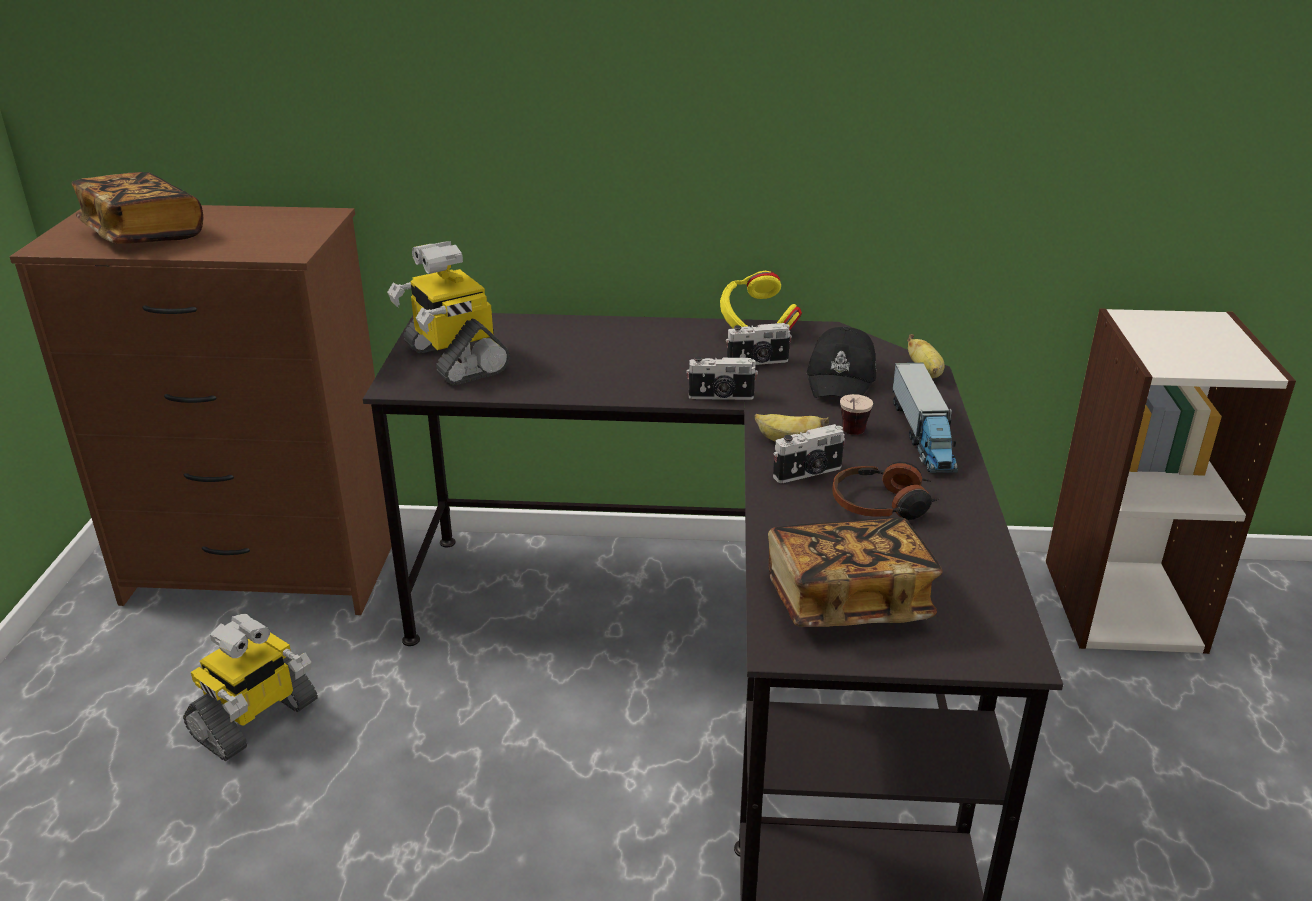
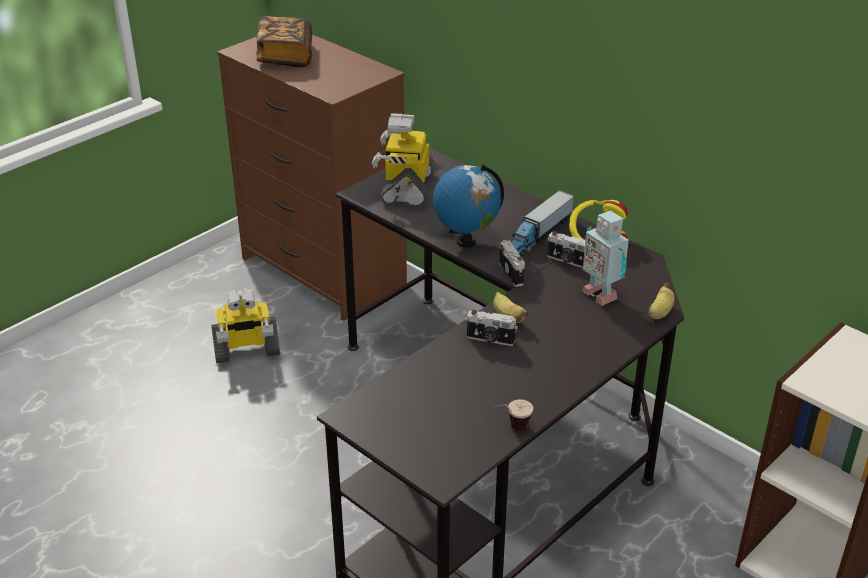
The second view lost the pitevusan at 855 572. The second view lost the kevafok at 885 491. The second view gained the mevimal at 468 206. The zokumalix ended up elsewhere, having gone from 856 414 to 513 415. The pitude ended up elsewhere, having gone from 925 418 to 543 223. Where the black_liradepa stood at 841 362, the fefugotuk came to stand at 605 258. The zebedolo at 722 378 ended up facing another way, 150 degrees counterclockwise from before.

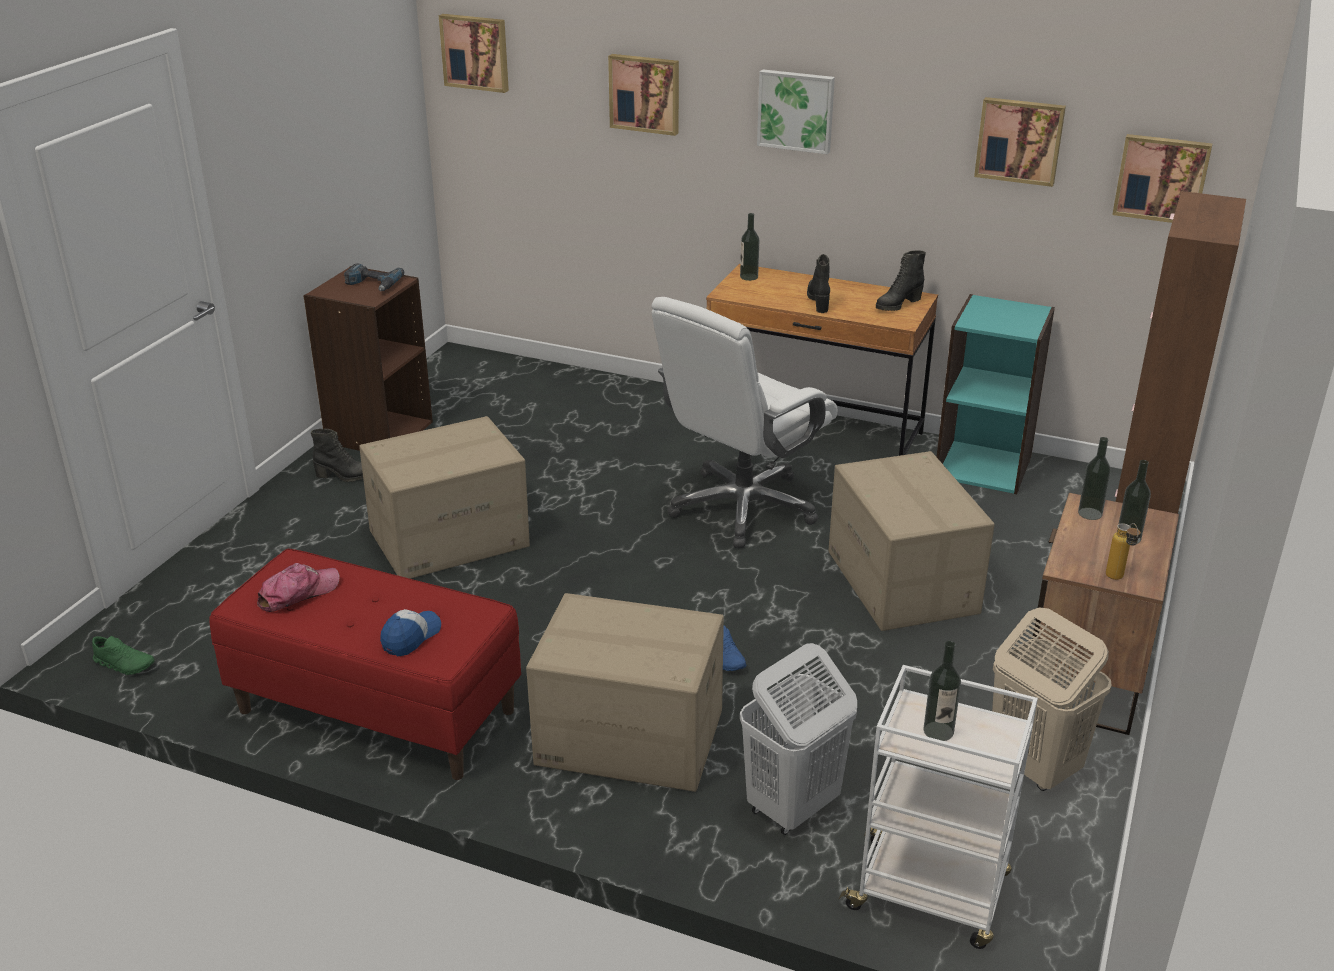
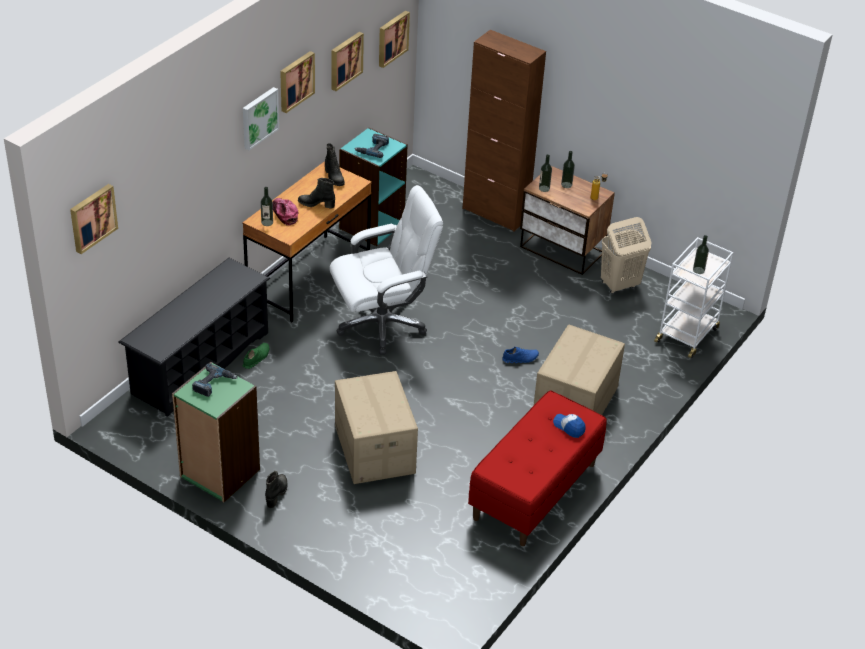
The second view lost the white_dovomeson at 798 739. The second view lost the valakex at 911 541. The second view gained the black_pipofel at 194 337. The second view gained the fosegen at 371 146. The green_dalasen ended up elsewhere, having gone from 123 655 to 255 356. The liradepa ended up elsewhere, having gone from 298 587 to 285 211. The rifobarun ended up elsewhere, having gone from 643 95 to 297 82. What was the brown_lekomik at 368 358 turned into the green_lekomik at 216 432. The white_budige at 744 422 ended up facing another way, 75 degrees counterclockwise from before.

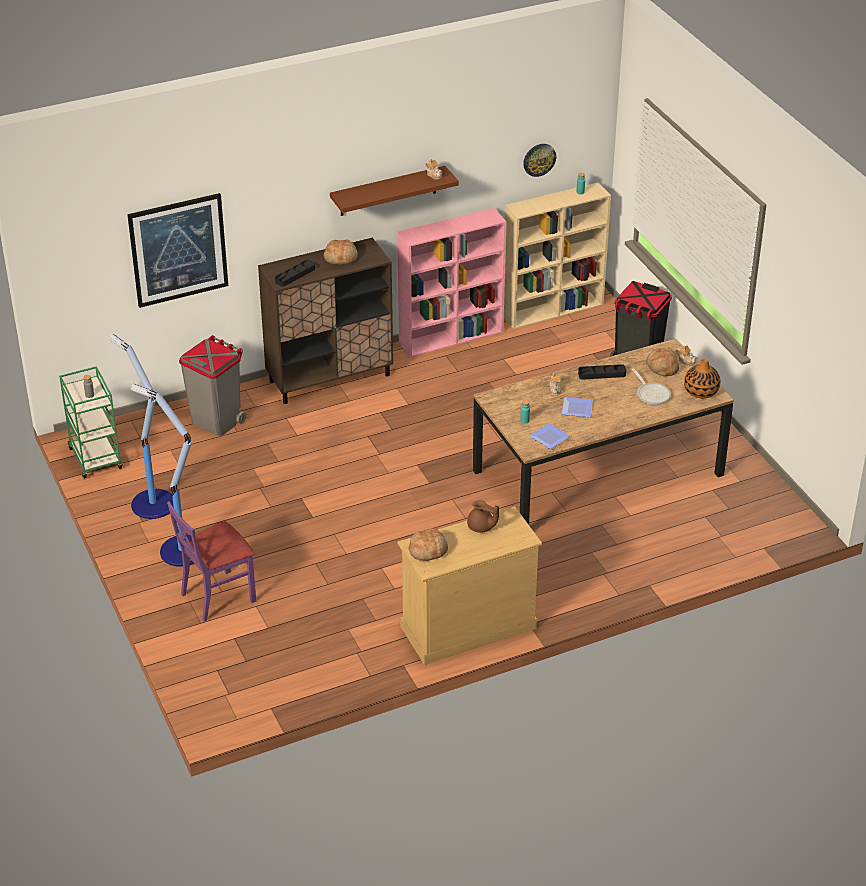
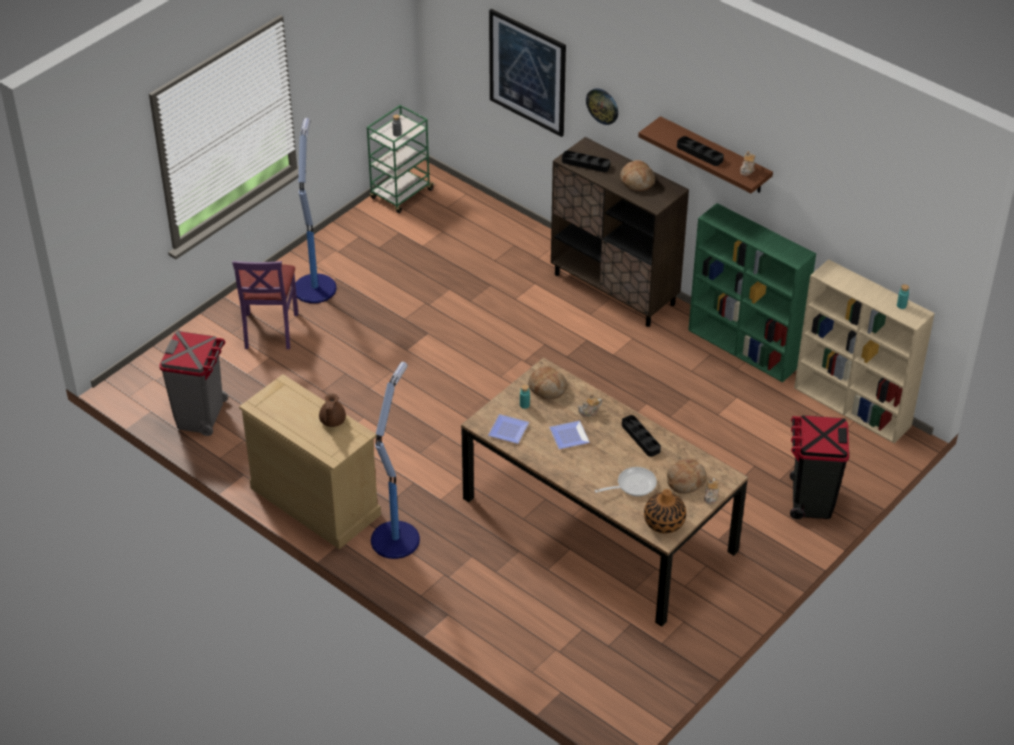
The second view gained the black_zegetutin at 700 151. The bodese ended up elsewhere, having gone from 141 426 to 395 460. The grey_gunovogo ended up elsewhere, having gone from 213 385 to 193 383. The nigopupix ended up elsewhere, having gone from 428 544 to 548 383. The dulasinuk ended up elsewhere, having gone from 539 160 to 602 106. What was the pink_lekomik at 452 282 turned into the green_lekomik at 752 293. The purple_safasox at 211 561 ended up facing another way, 120 degrees counterclockwise from before. The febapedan at 651 386 ended up facing another way, 150 degrees counterclockwise from before.

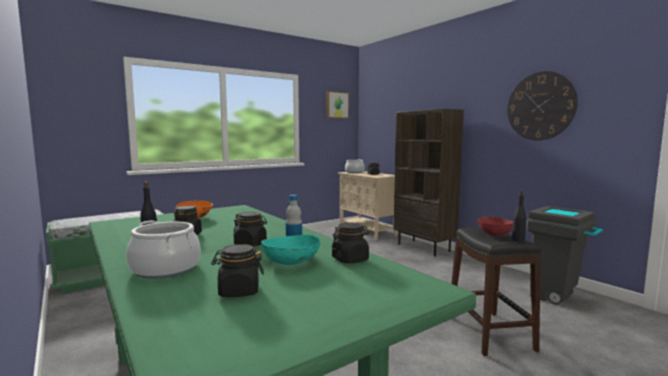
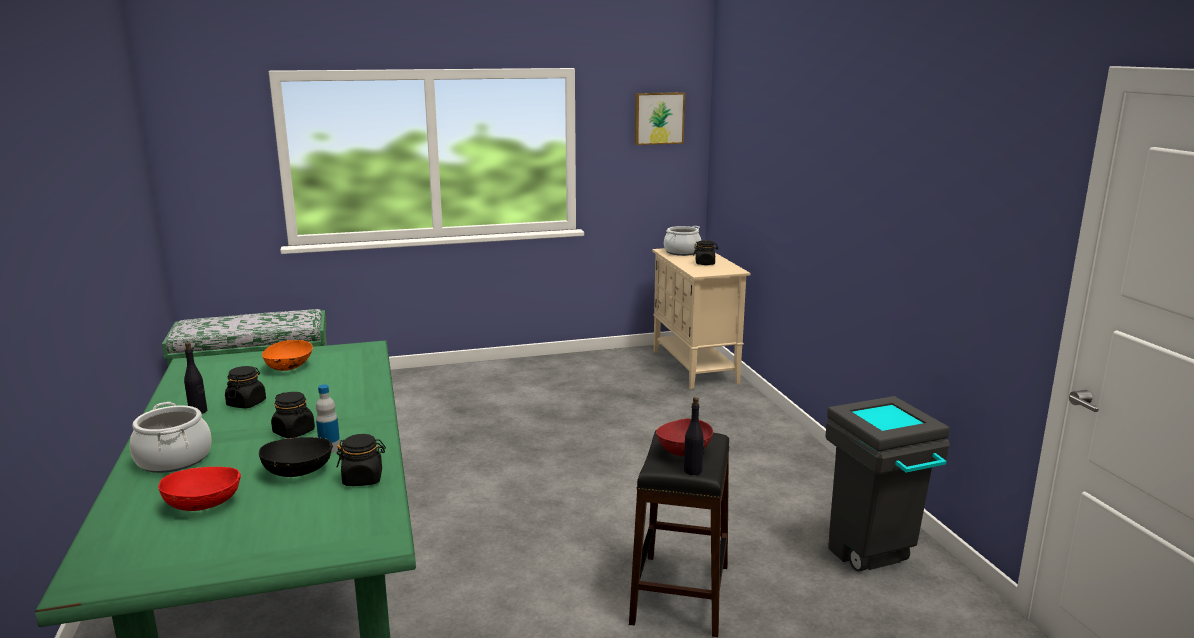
The second view lost the brown_lekomik at 429 182. The second view lost the dulasinuk at 542 105. Where the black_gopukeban stood at 237 270, the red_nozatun came to stand at 199 488. What was the turquoise_nozatun at 291 250 turned into the black_nozatun at 296 457.

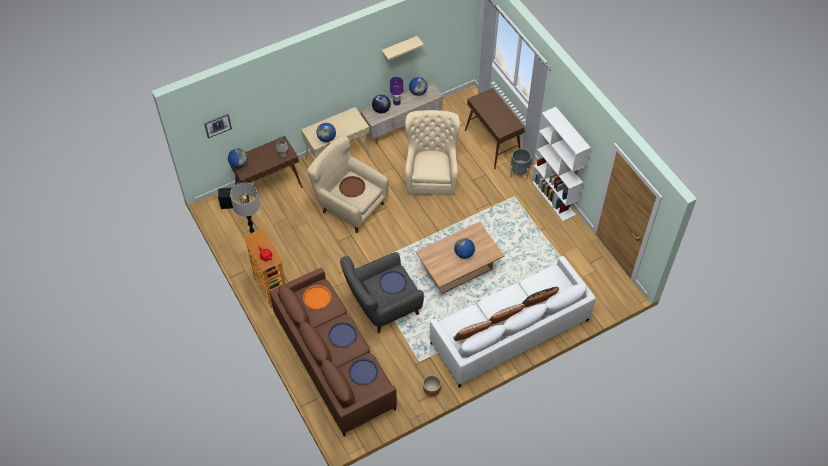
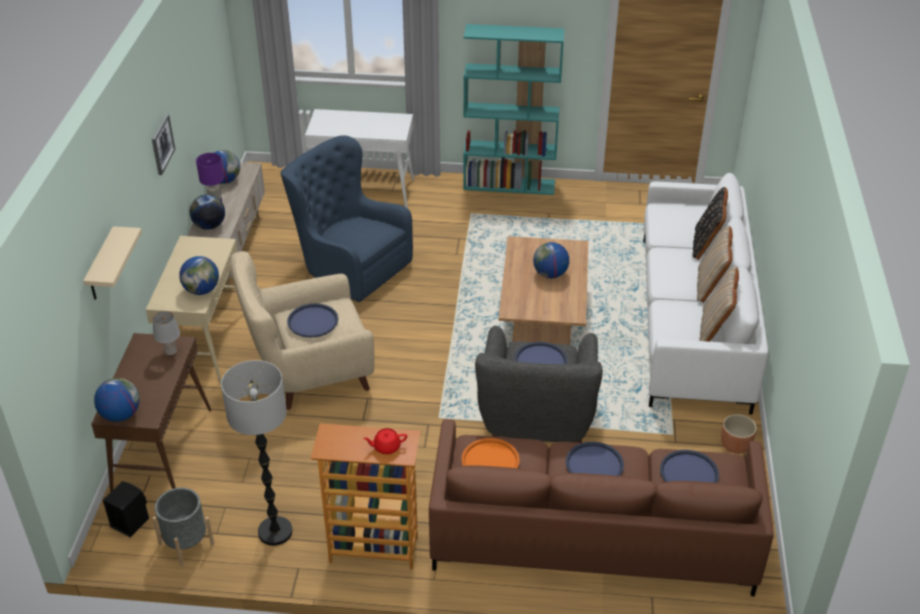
The rifobarun ended up elsewhere, having gone from 218 125 to 163 144. The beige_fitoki ended up elsewhere, having gone from 403 48 to 112 263. The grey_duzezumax ended up elsewhere, having gone from 520 164 to 183 527. What was the brown_zegetutin at 352 186 turned into the blue_zegetutin at 312 320. What was the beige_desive at 432 152 turned into the blue_desive at 346 218. What was the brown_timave at 495 128 turned into the white_timave at 359 158. What was the white_lekomik at 561 164 turned into the turquoise_lekomik at 513 109.

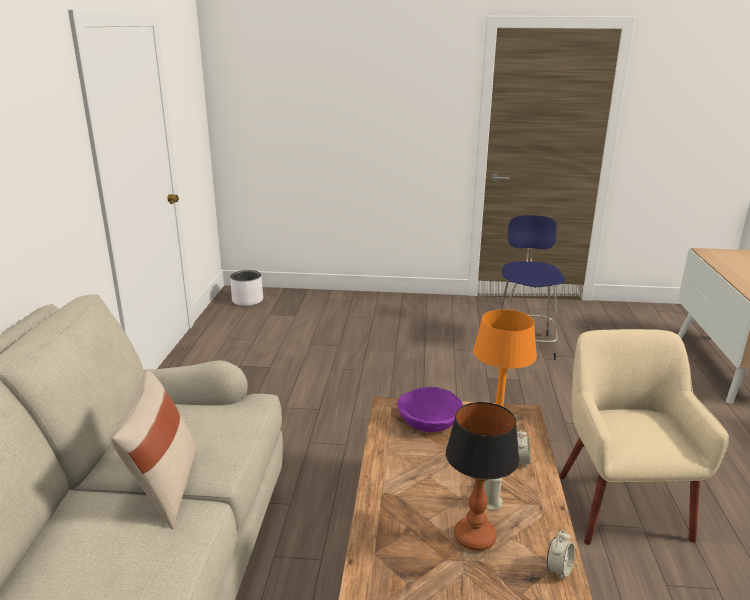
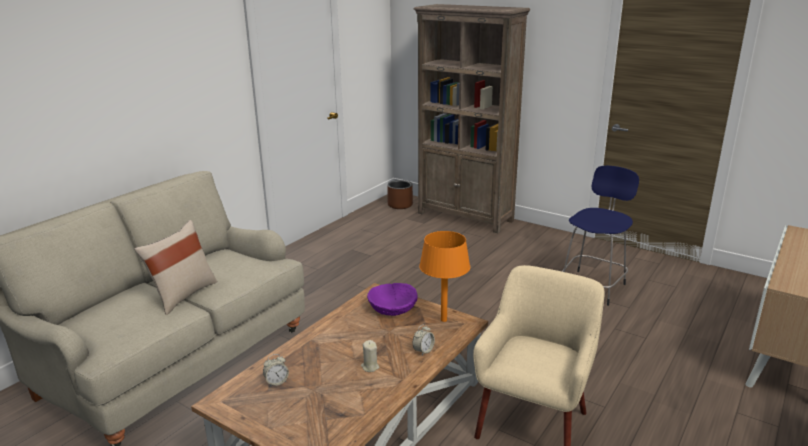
The second view lost the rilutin at 482 476. The second view gained the brown_lekomik at 472 118. The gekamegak ended up elsewhere, having gone from 561 555 to 276 370. What was the white_duzezumax at 246 288 turned into the brown_duzezumax at 400 194.

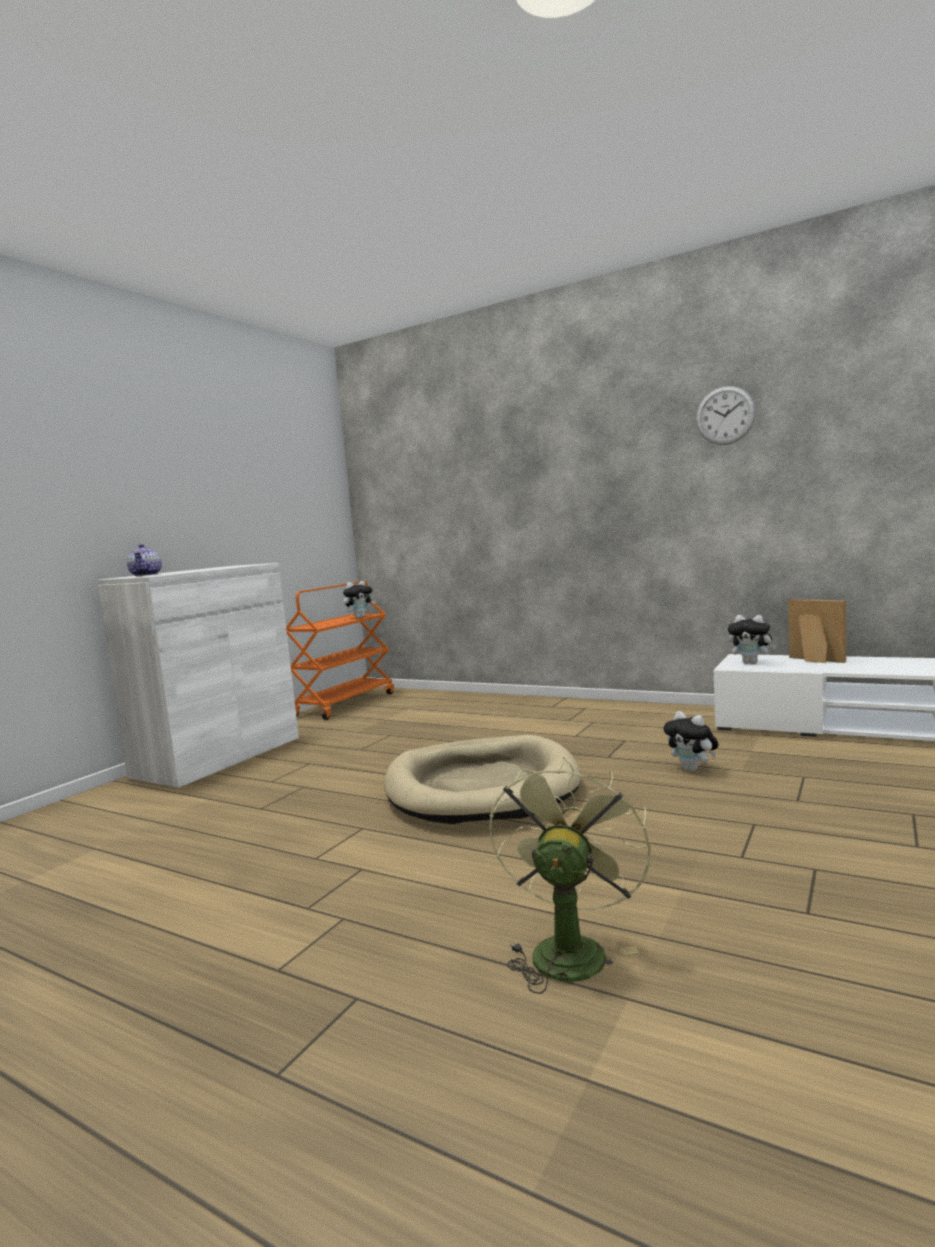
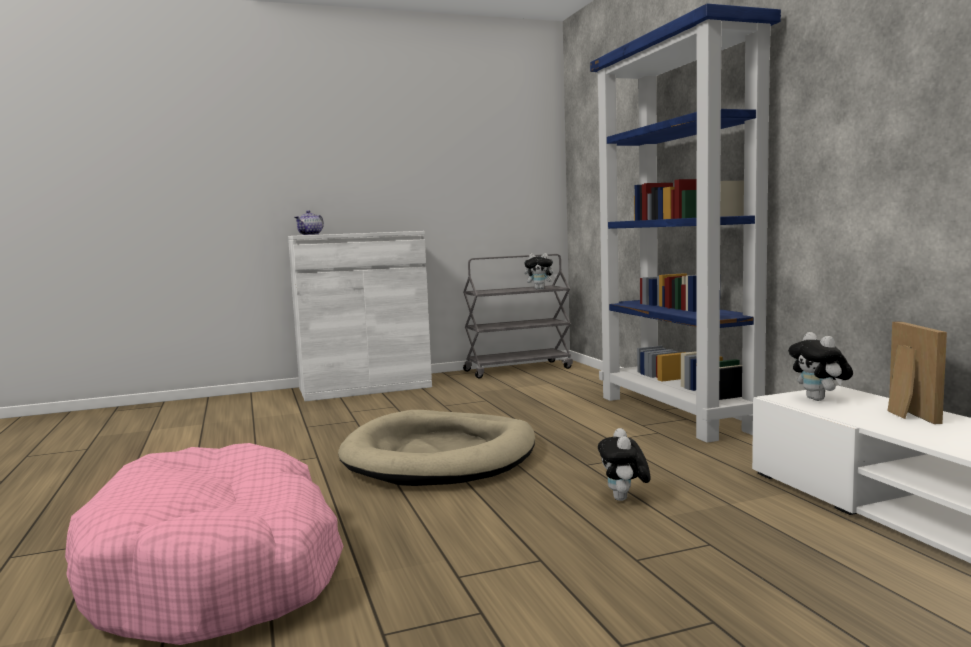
The second view lost the dulasinuk at 726 415. The second view gained the blue_lekomik at 685 223. Where the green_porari stood at 570 875, the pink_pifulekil came to stand at 204 544. What was the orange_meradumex at 340 650 turned into the grey_meradumex at 518 316.

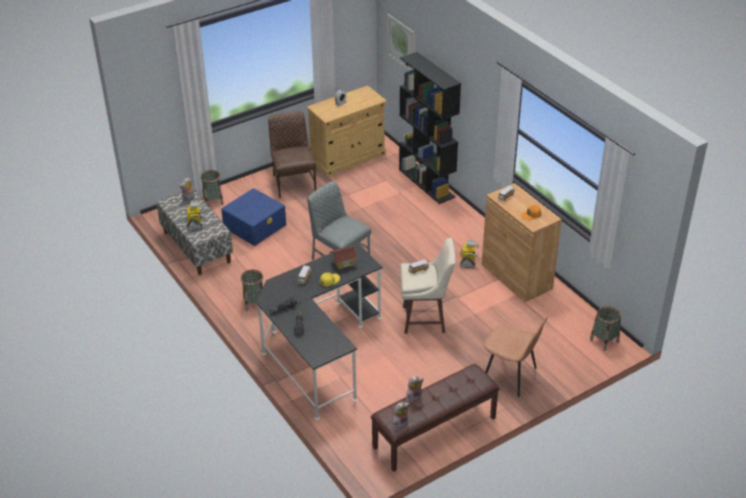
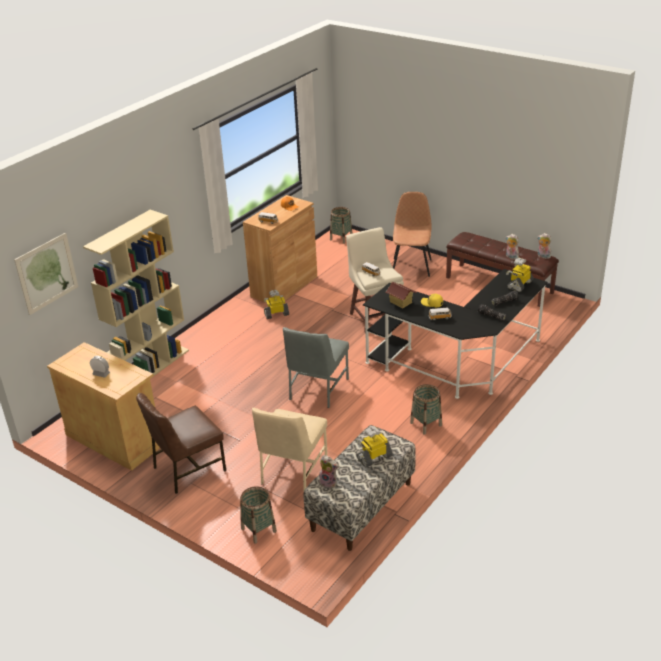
The second view gained the fefugotuk at 520 275. Where the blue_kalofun stood at 253 217, the beige_safasox came to stand at 290 449. What was the black_lekomik at 430 128 turned into the beige_lekomik at 136 294.

